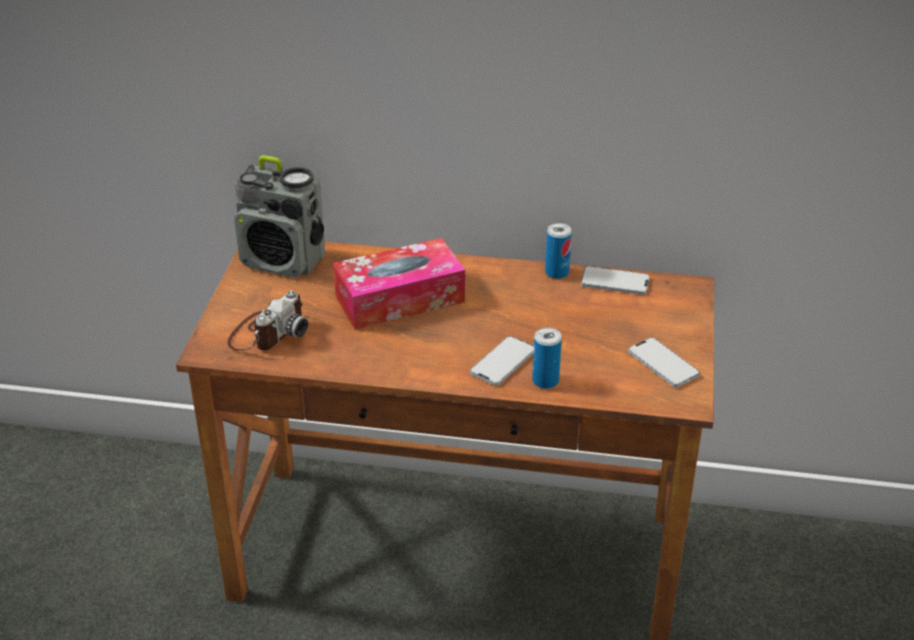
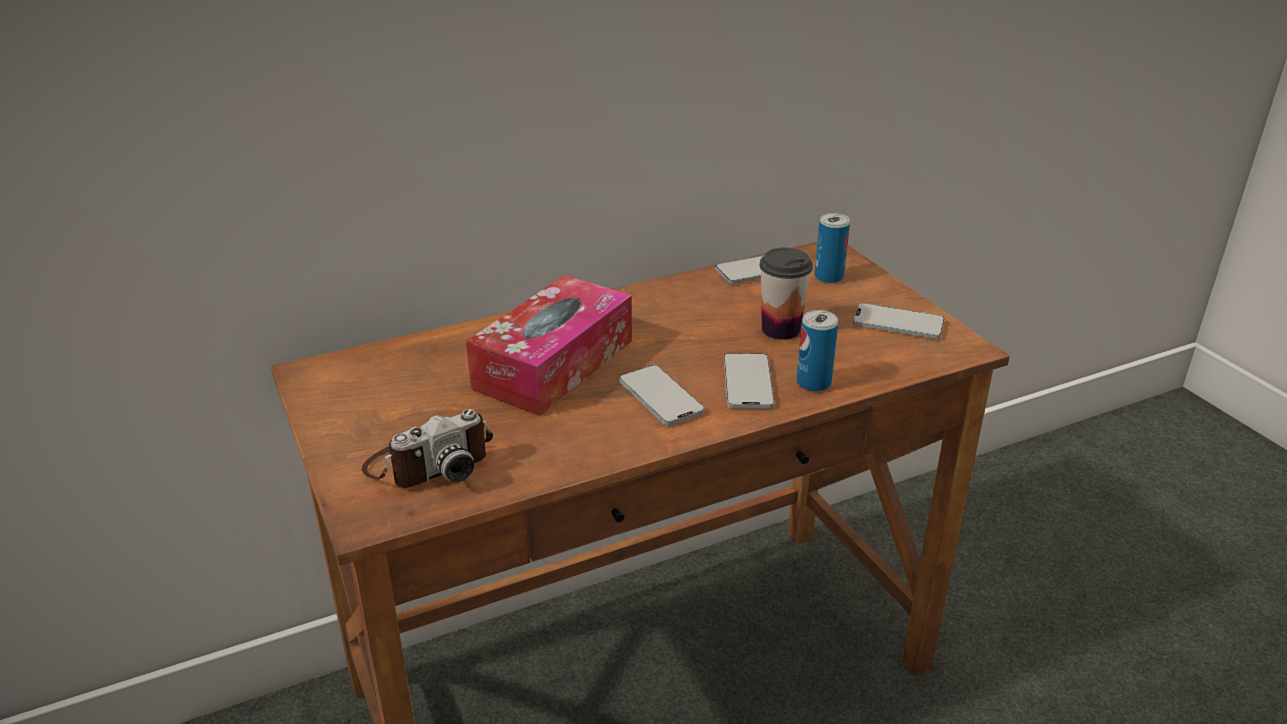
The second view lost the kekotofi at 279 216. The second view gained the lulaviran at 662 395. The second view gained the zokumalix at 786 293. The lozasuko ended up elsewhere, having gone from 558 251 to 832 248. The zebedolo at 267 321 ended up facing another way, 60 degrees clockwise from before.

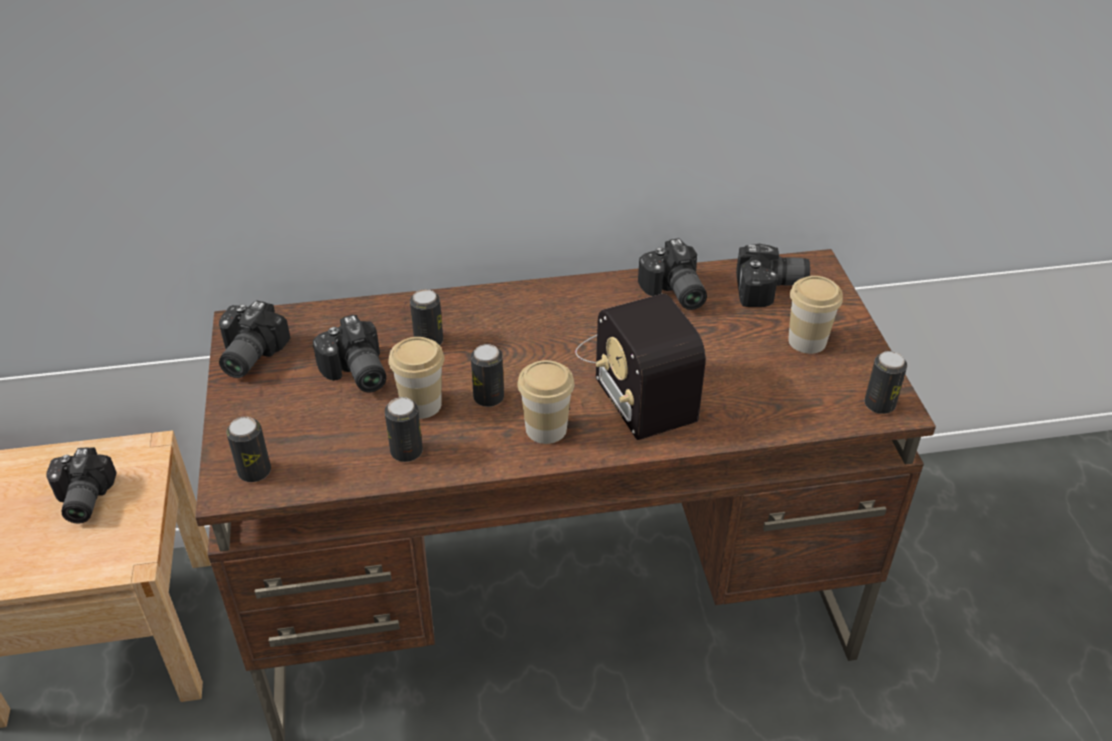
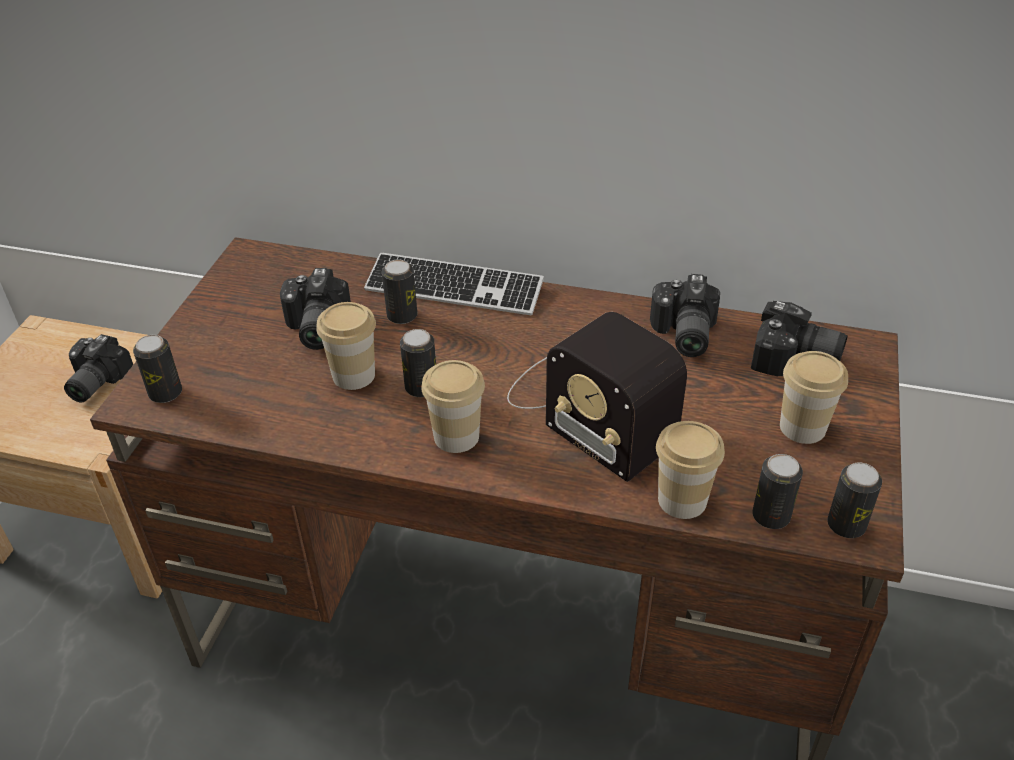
The second view lost the zebedolo at 254 339. The second view gained the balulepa at 454 284. The second view gained the zokumalix at 690 470. The lozasuko ended up elsewhere, having gone from 404 429 to 777 491. The kekotofi at 641 367 ended up facing another way, 45 degrees counterclockwise from before.

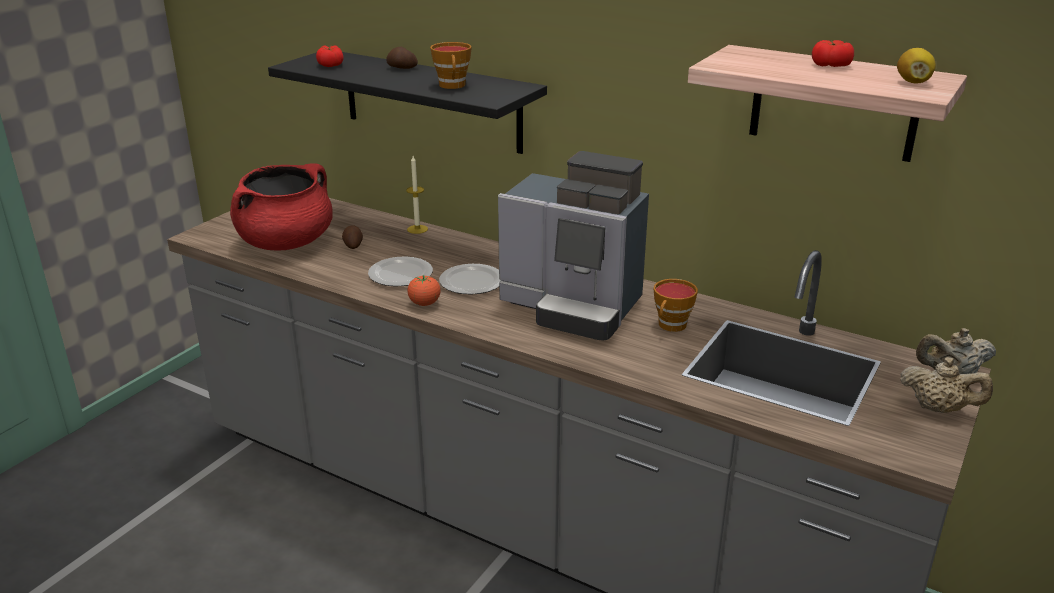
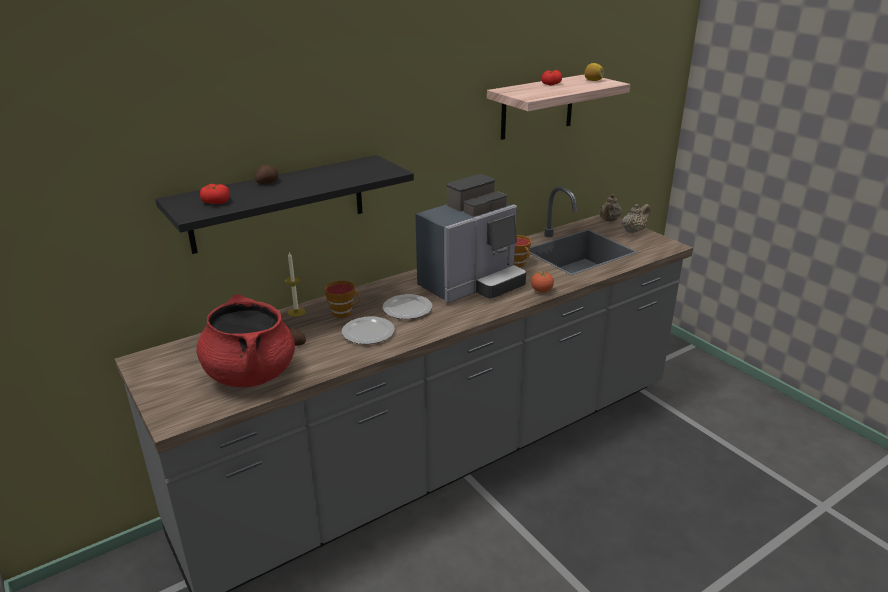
The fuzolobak ended up elsewhere, having gone from 424 290 to 542 281. The zokumalix ended up elsewhere, having gone from 451 65 to 342 299.

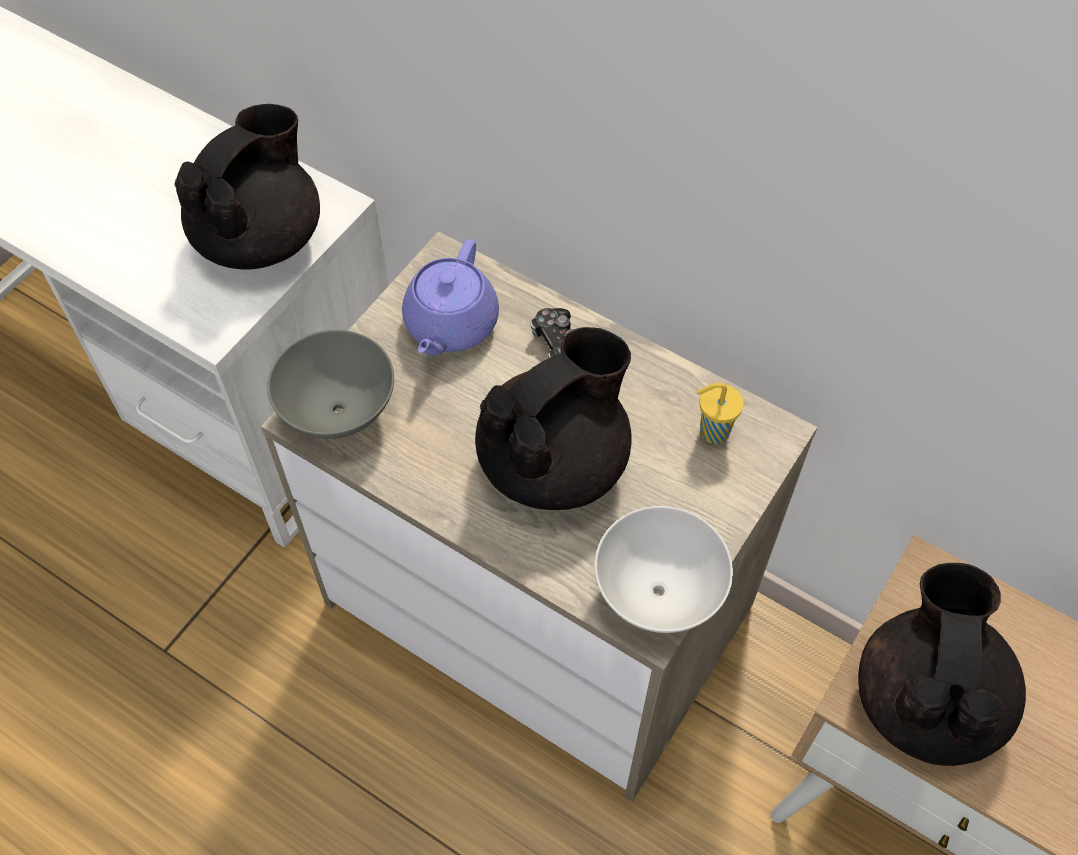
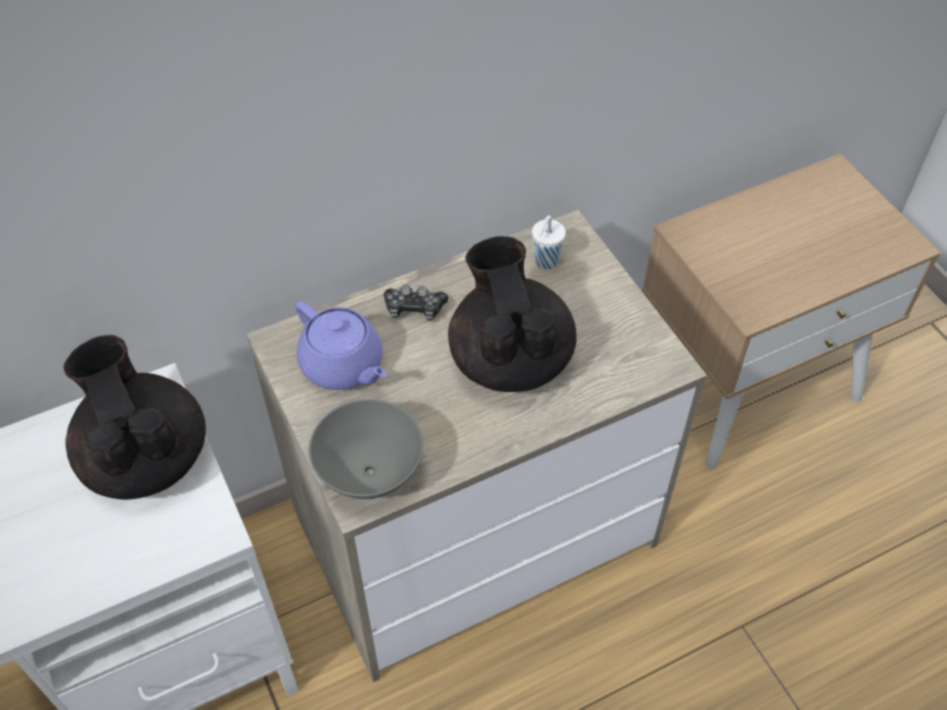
The second view lost the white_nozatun at 663 569. The second view lost the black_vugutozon at 942 664. What was the yellow_zokumalix at 720 413 turned into the white_zokumalix at 549 242.

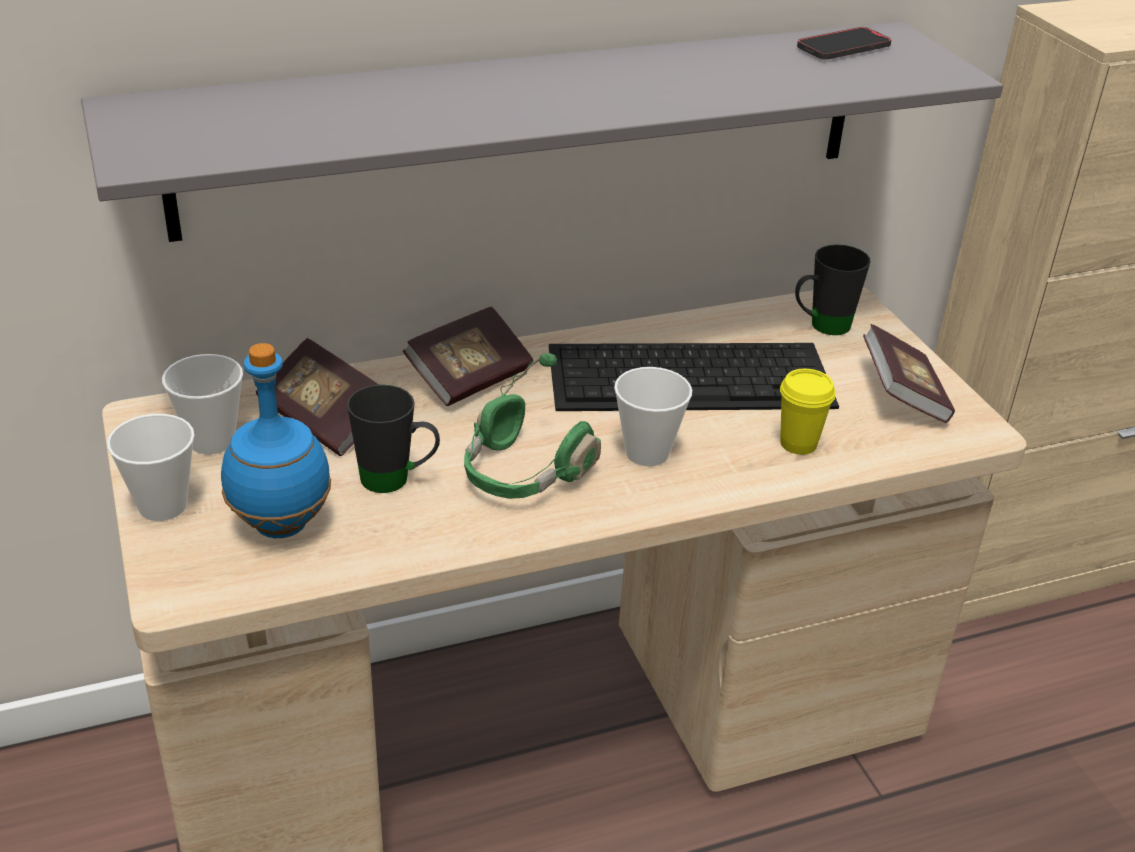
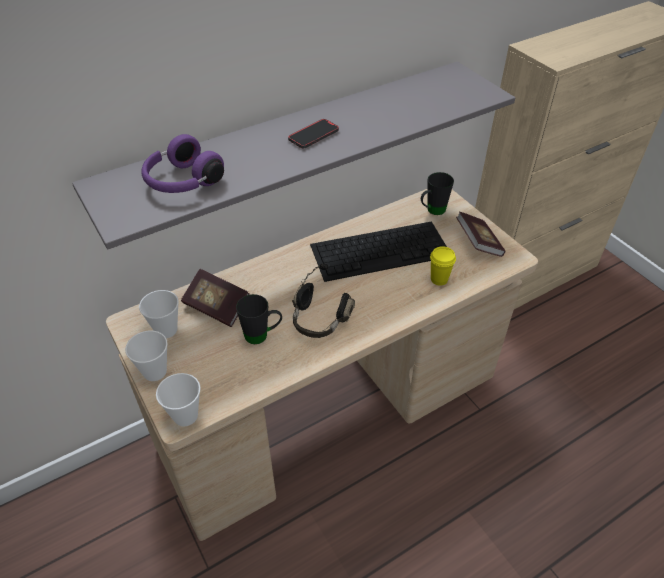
The second view lost the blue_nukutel at 276 440. The second view lost the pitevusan at 468 356. The second view gained the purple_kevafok at 182 163. The zokumalix ended up elsewhere, having gone from 653 416 to 178 399. The lulaviran ended up elsewhere, having gone from 844 43 to 313 134. What was the green_kevafok at 532 426 turned into the black_kevafok at 323 300.

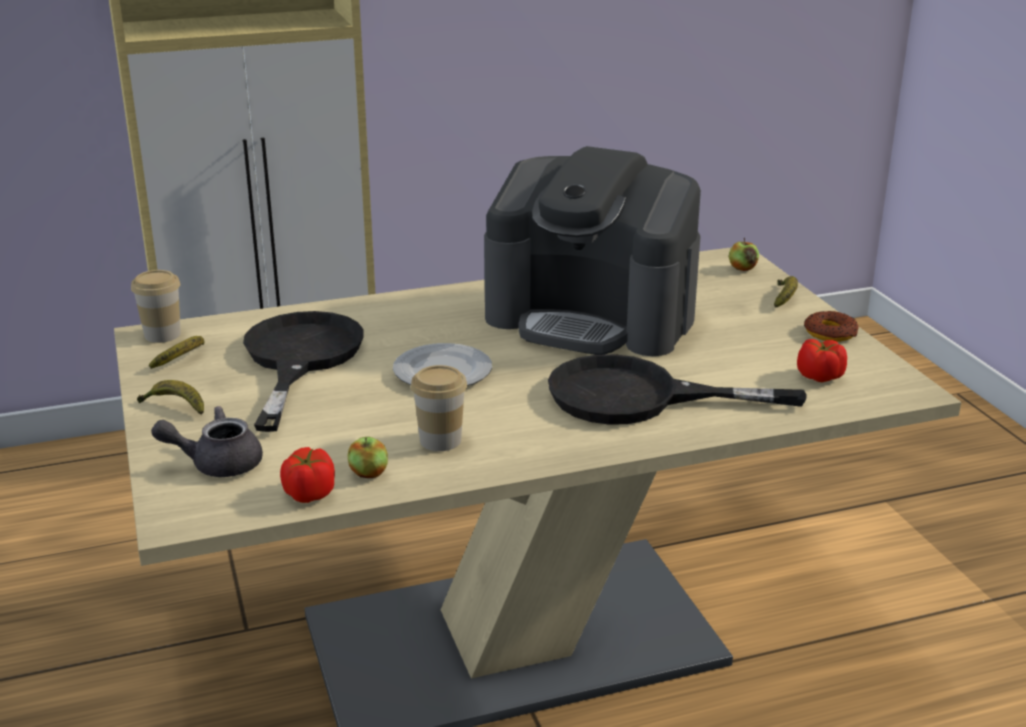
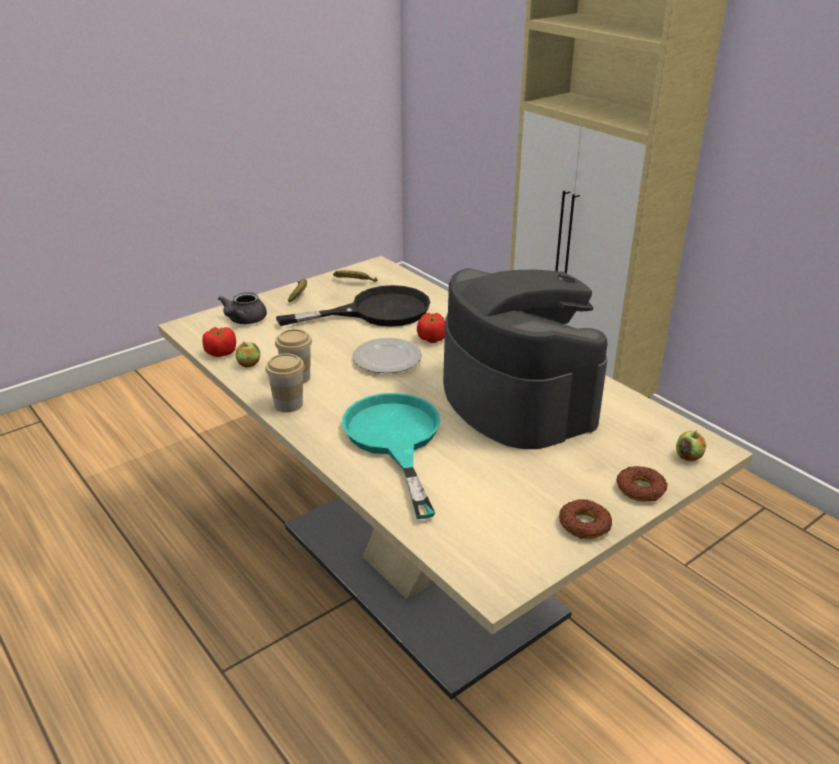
The zokumalix ended up elsewhere, having gone from 156 306 to 285 382. The fuzolobak ended up elsewhere, having gone from 822 360 to 431 328. Where the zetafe stood at 786 292, the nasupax came to stand at 642 484. What was the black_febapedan at 677 389 turned into the turquoise_febapedan at 391 456. The grey_vugutozon at 207 441 ended up facing another way, 135 degrees counterclockwise from before. The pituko at 592 251 ended up facing another way, 150 degrees clockwise from before.

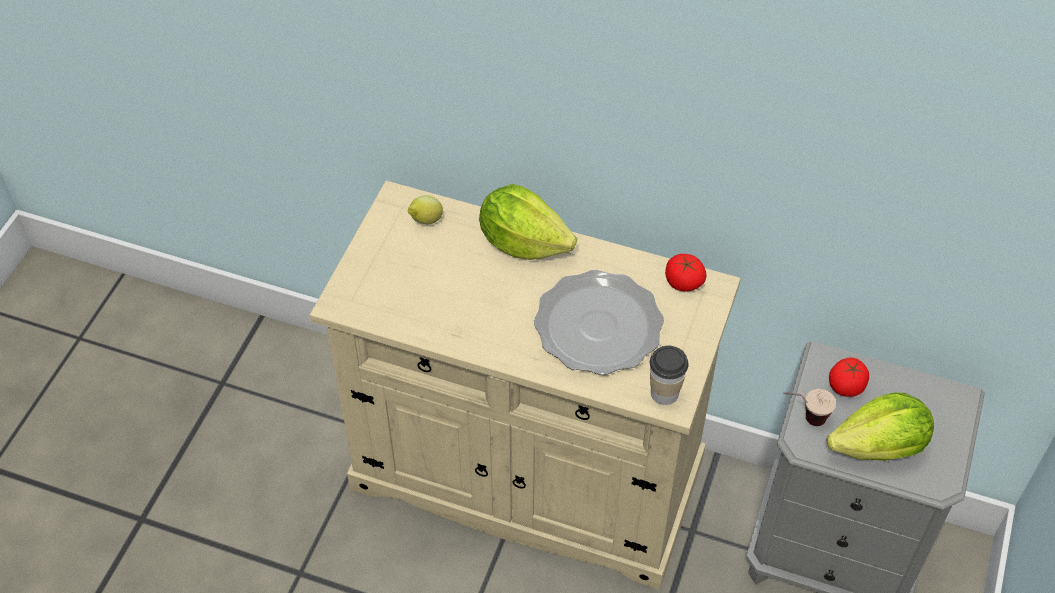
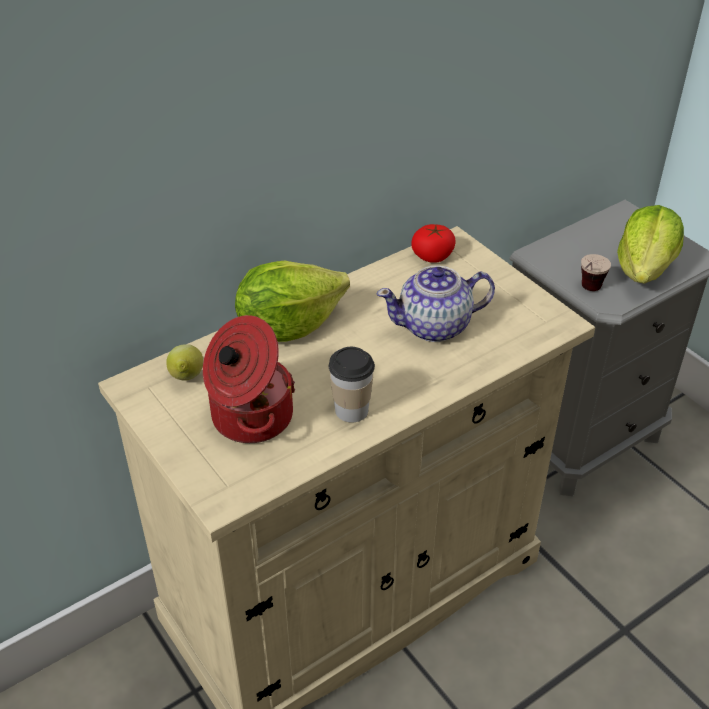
The second view lost the fuzolobak at 849 377. The second view gained the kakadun at 249 379. The zokumalix ended up elsewhere, having gone from 669 375 to 352 385. Where the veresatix stood at 599 322, the vugutozon came to stand at 436 303.

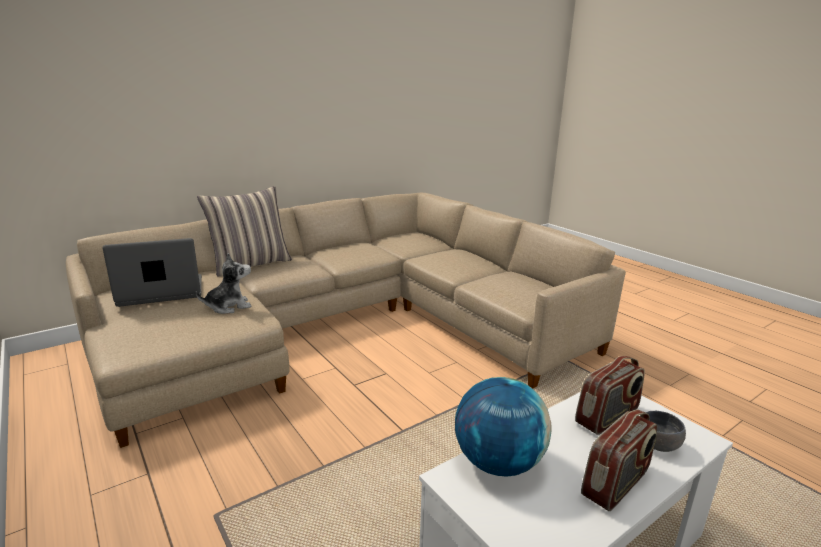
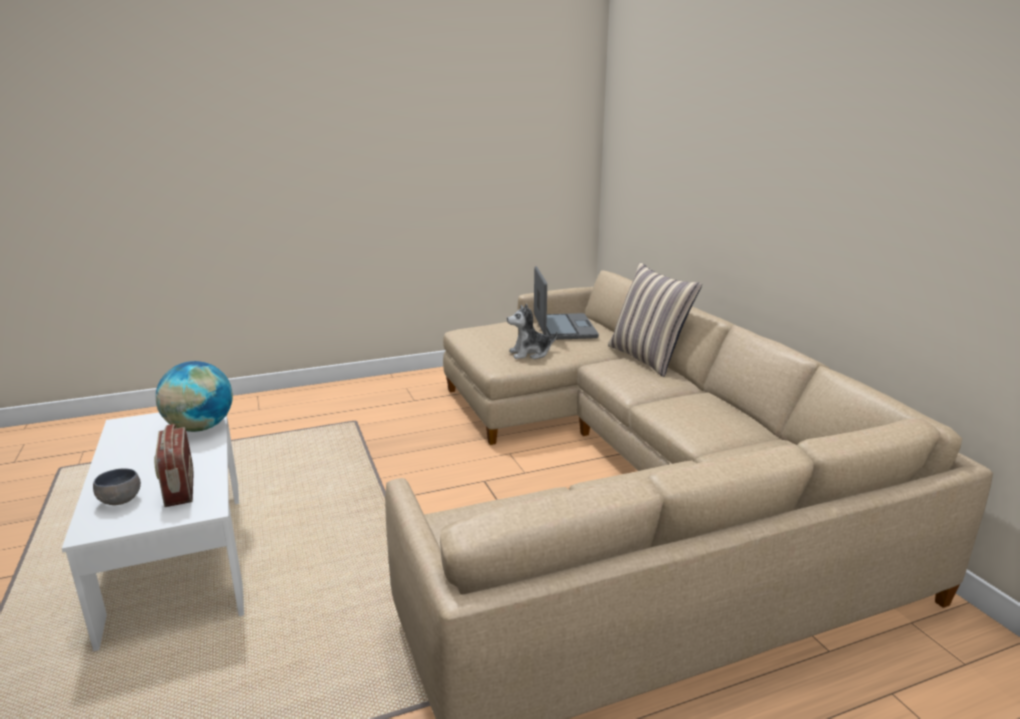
The second view lost the kekotofi at 619 460. The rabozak at 224 283 ended up facing another way, 90 degrees clockwise from before.

